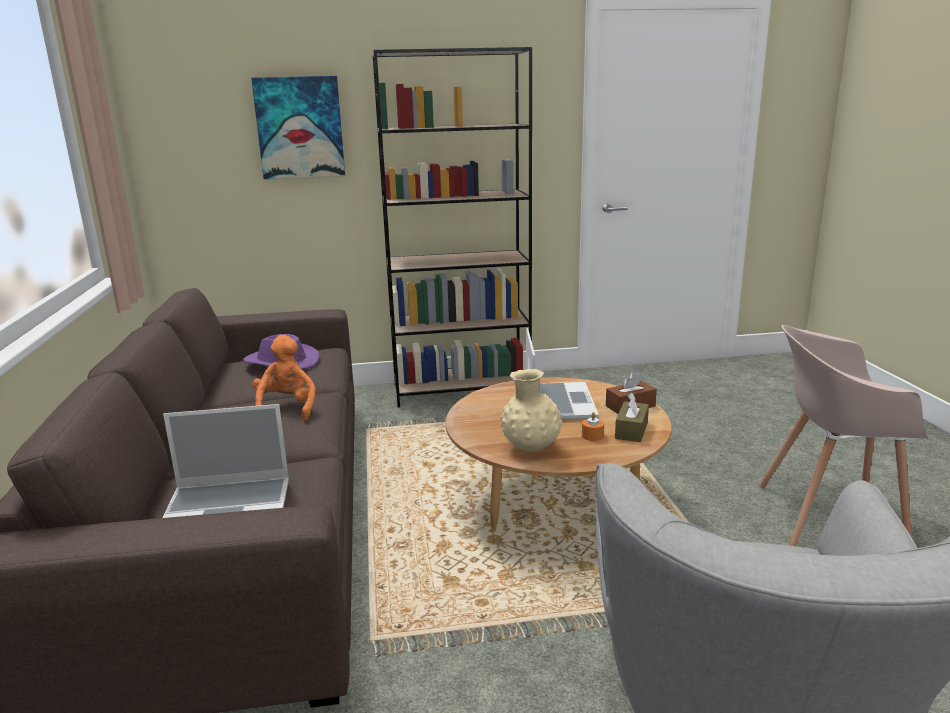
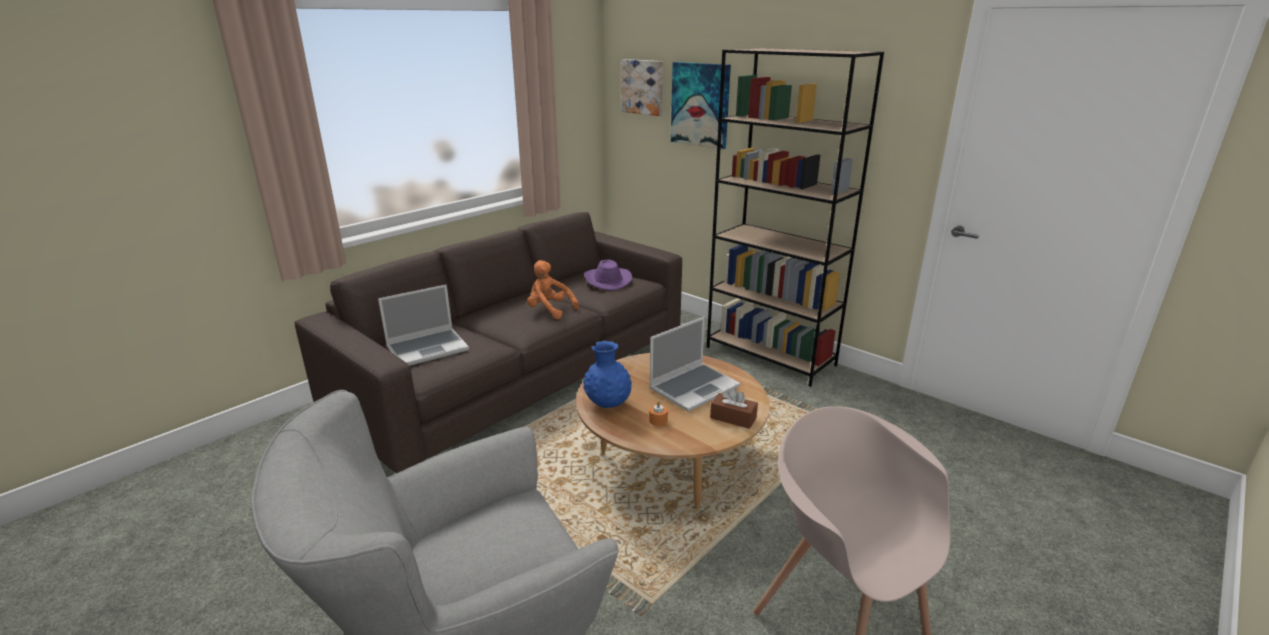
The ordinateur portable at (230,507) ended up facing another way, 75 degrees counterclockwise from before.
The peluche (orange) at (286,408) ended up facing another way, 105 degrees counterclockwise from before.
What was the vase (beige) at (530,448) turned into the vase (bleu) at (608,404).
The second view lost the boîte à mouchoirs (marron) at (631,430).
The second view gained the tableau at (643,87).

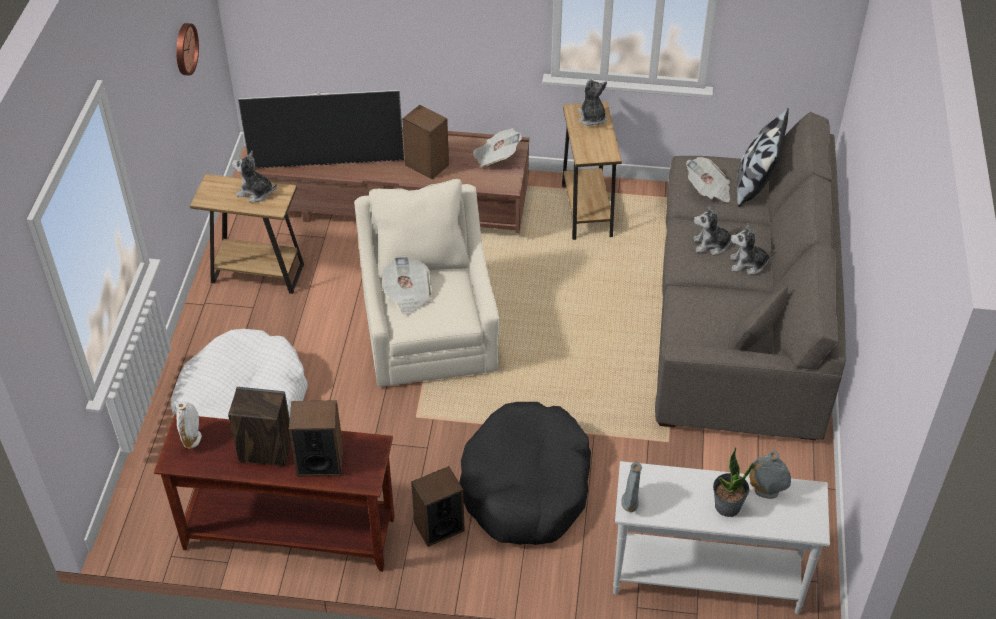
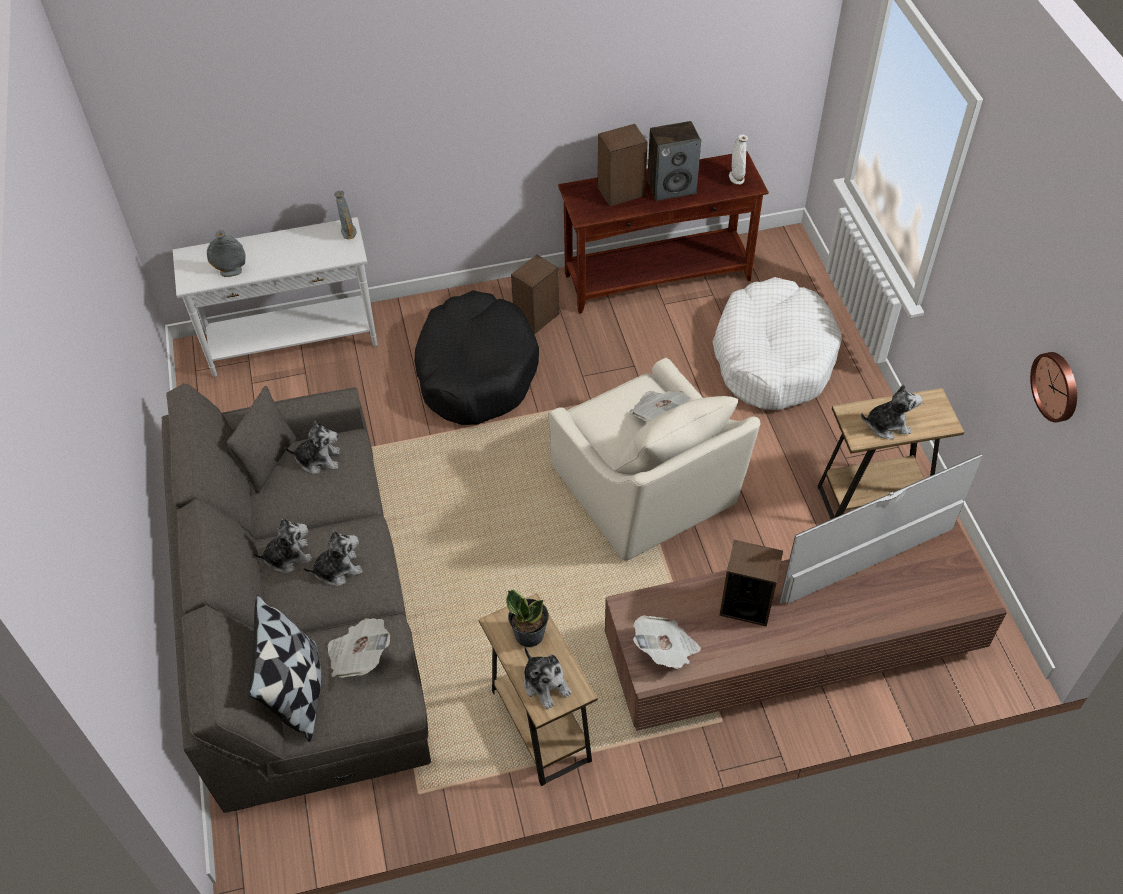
The plante en pot ended up elsewhere, having gone from (727,506) to (529,634).
The second view gained the peluche at (318,459).

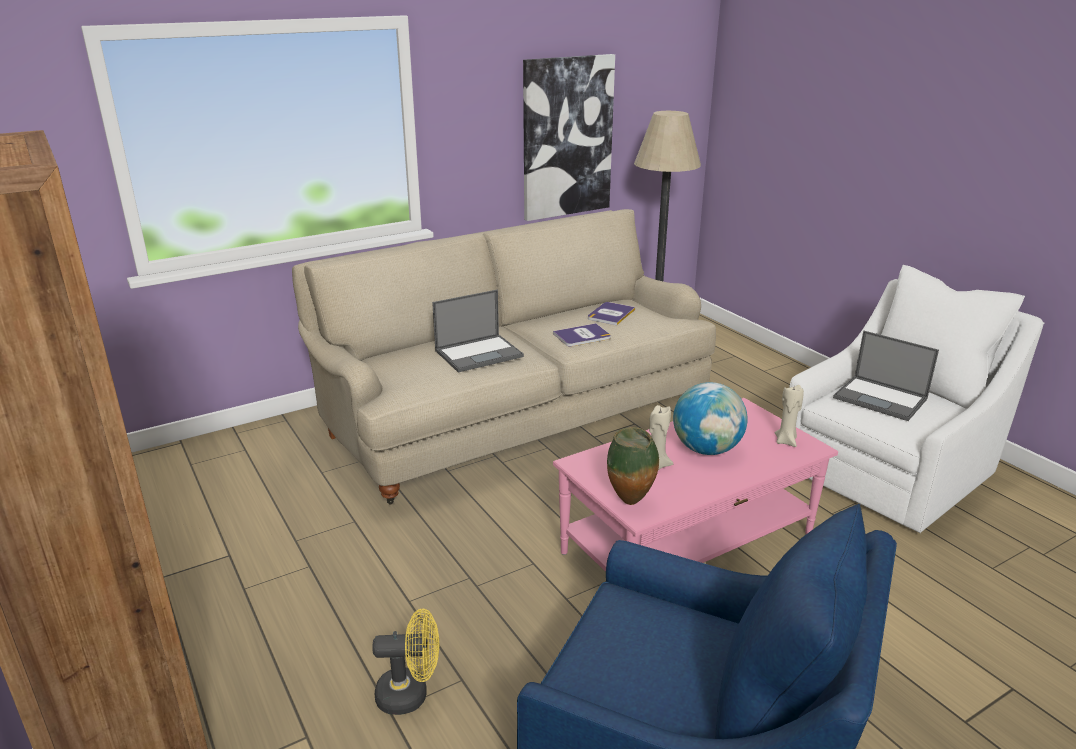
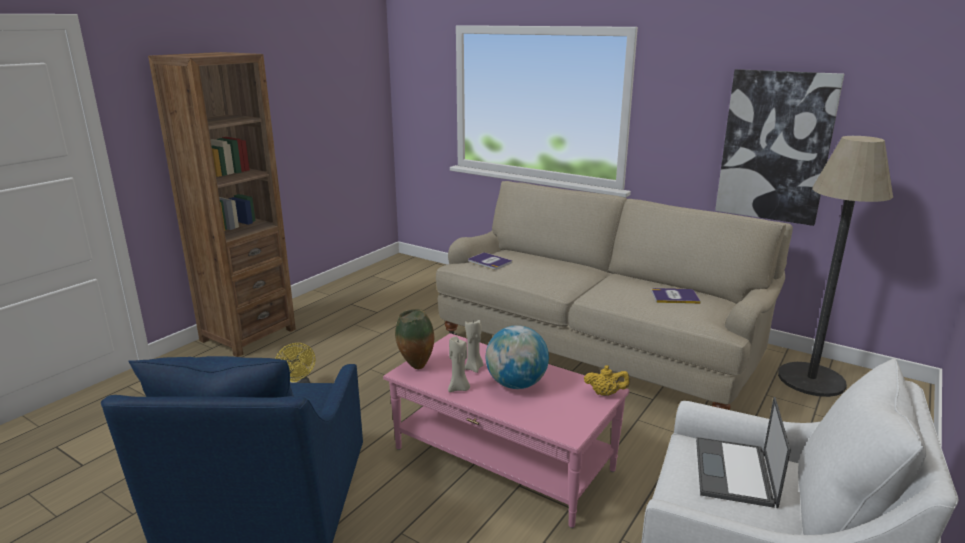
The second view lost the ordinateur portable at (479,353).
The livre ended up elsewhere, having gone from (582,336) to (489,262).
The bougie (beige) ended up elsewhere, having gone from (786,441) to (459,388).
The second view gained the théière (jaune) at (605,393).

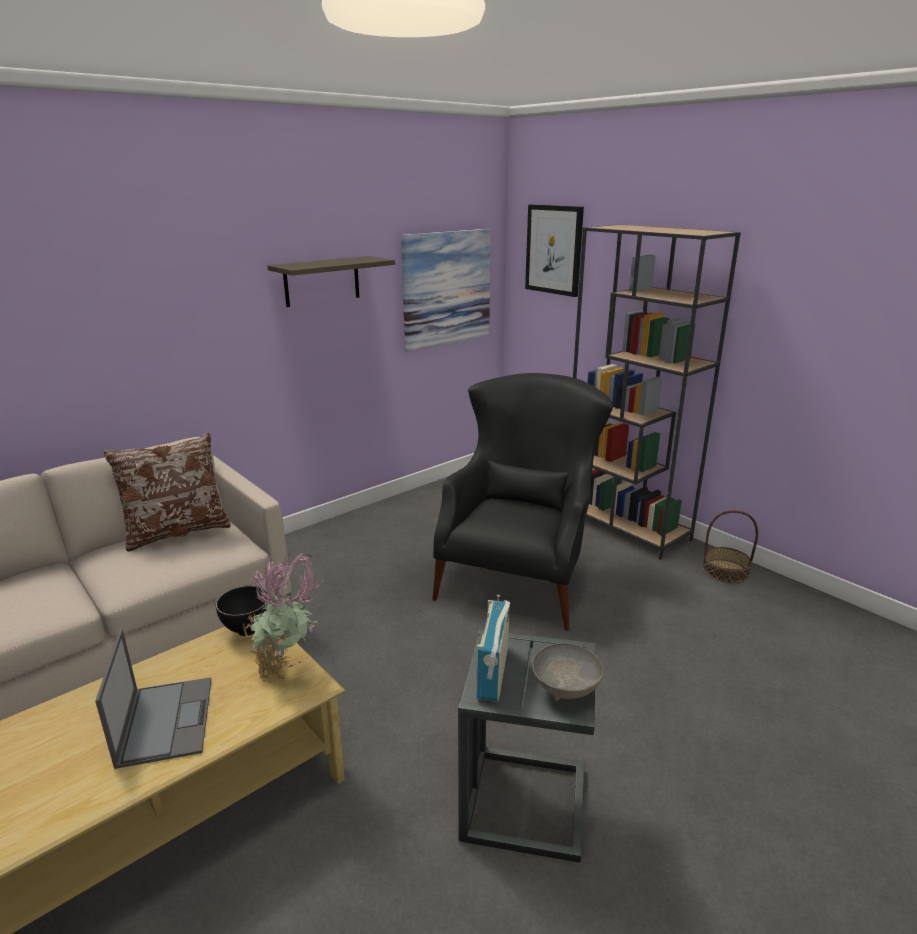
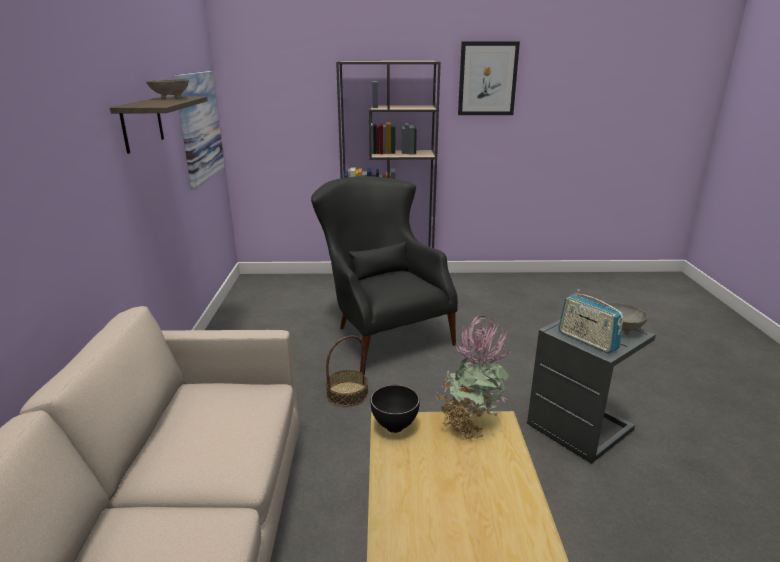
The second view lost the ordinateur portable at (166,720).
The second view lost the coussin (marron) at (178,533).
The tableau ended up elsewhere, having gone from (554,250) to (487,79).
The panier ended up elsewhere, having gone from (725,571) to (347,393).
The second view gained the bol (gris) at (171,98).

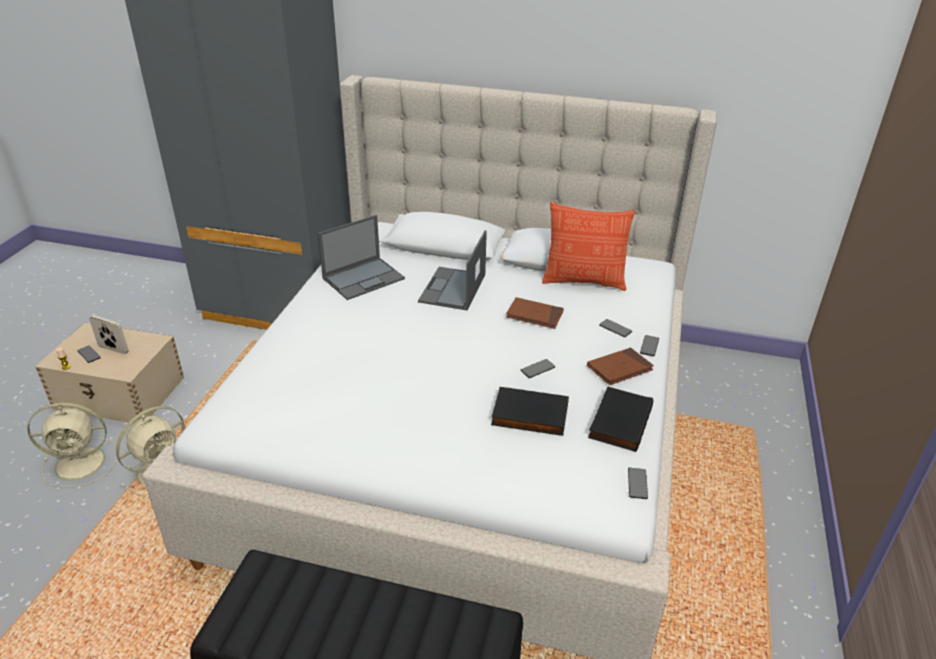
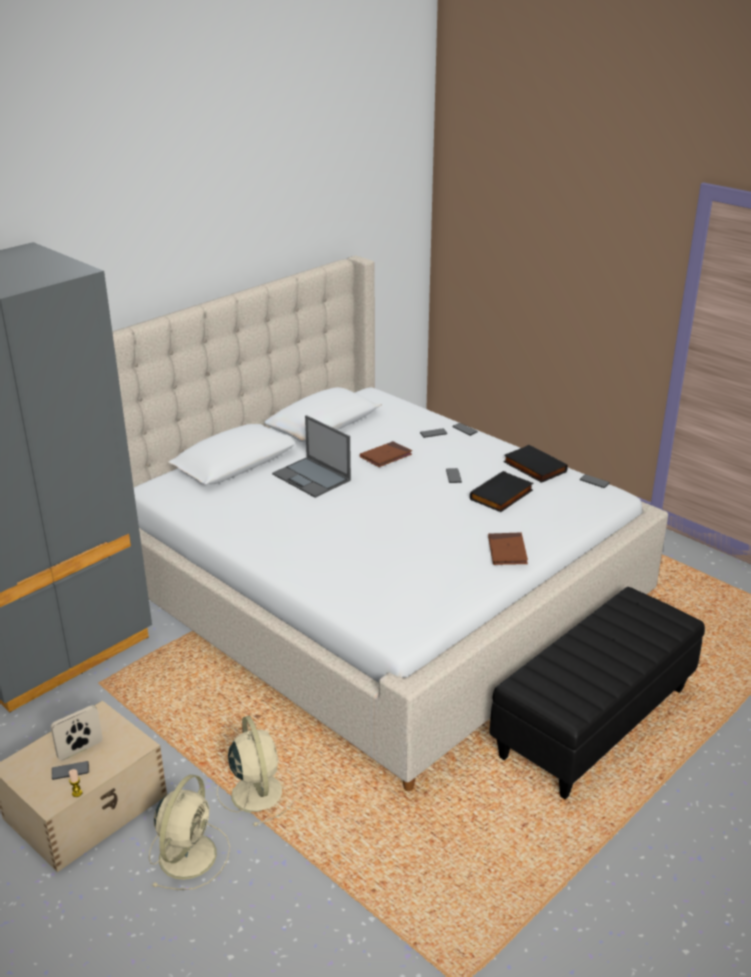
The second view lost the ordinateur portable at (364,278).
The second view lost the coussin (orange) at (584,281).
The livre (marron) ended up elsewhere, having gone from (619,369) to (507,551).

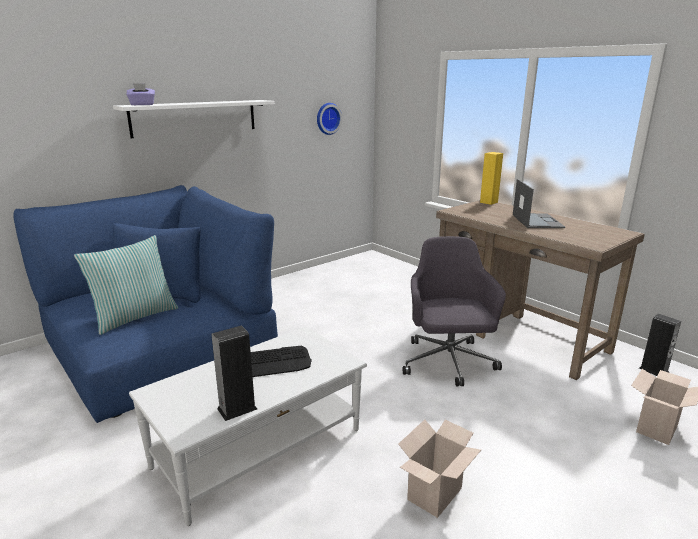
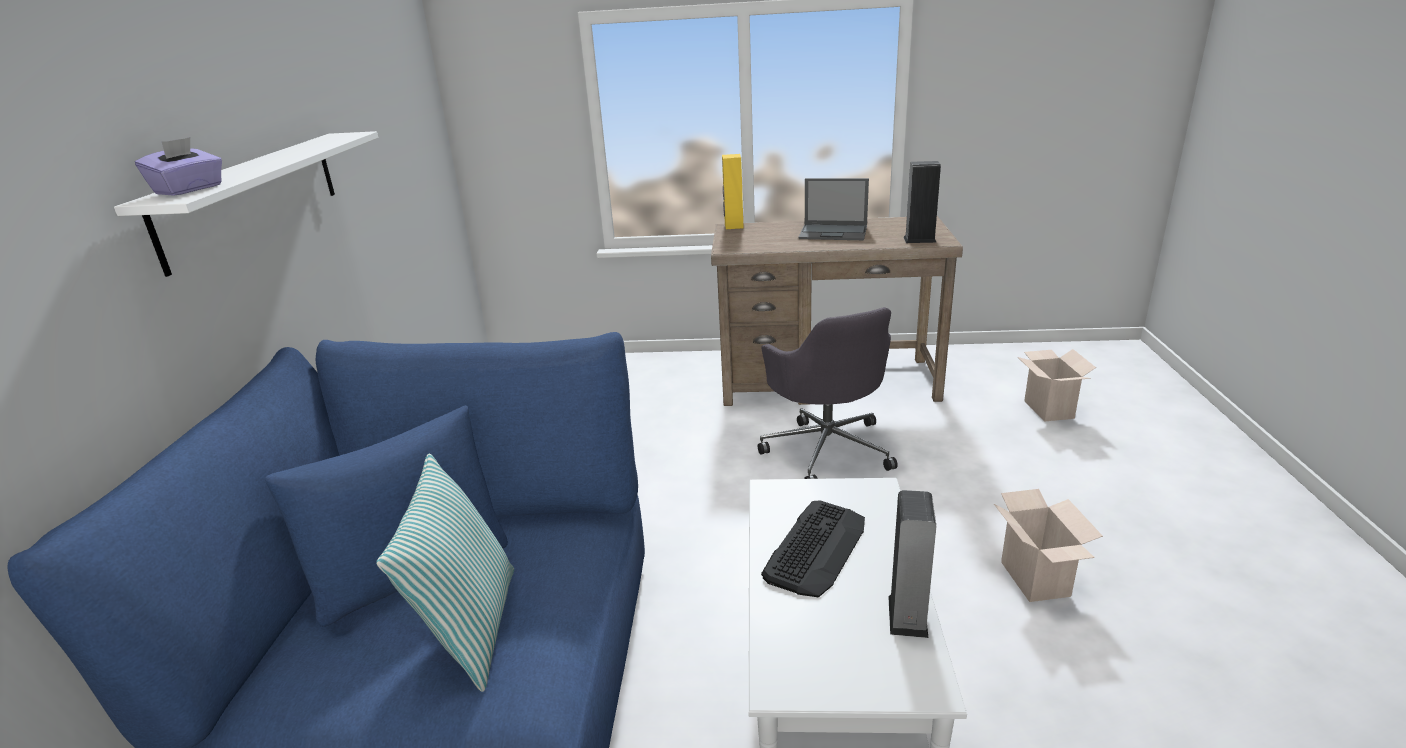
The second view lost the horloge murale at (327,118).
The chaise de bureau (gris) at (448,363) ended up facing another way, 150 degrees counterclockwise from before.
The ordinateur portable at (536,221) ended up facing another way, 150 degrees clockwise from before.
The enceinte ended up elsewhere, having gone from (653,370) to (919,239).

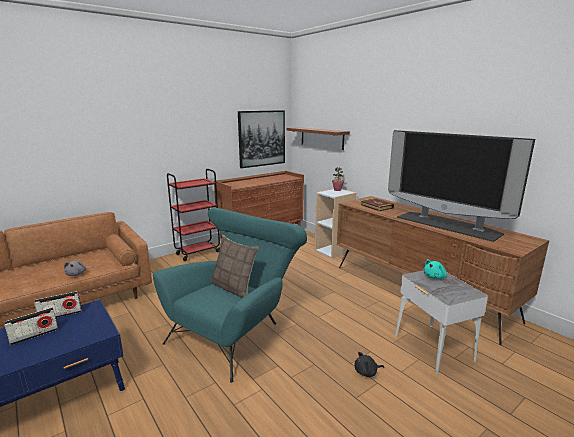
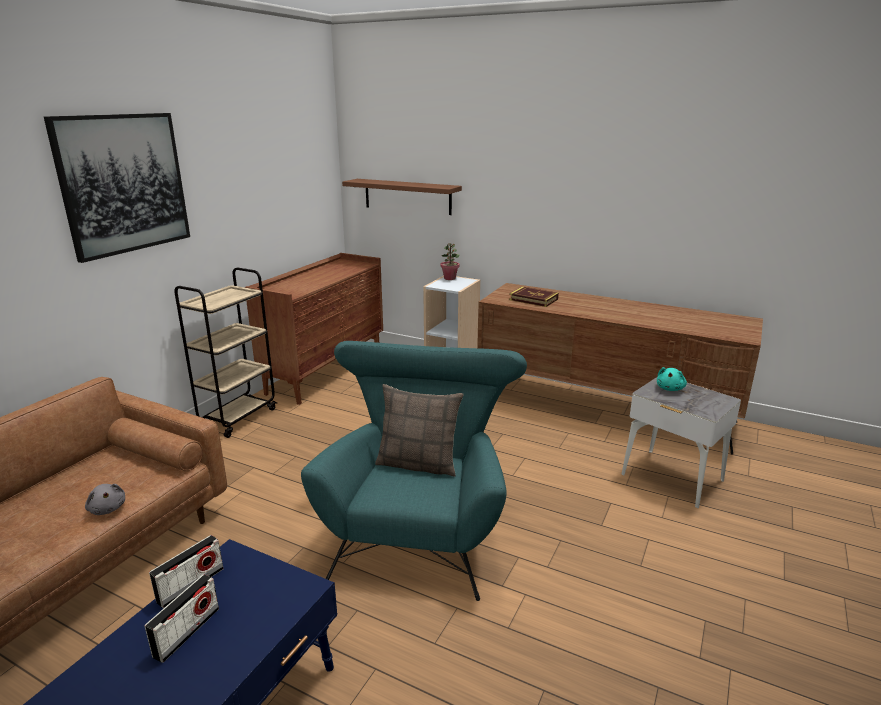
What was the chariot (rouge) at (198,253) turned into the chariot (beige) at (239,418).
The tableau ended up elsewhere, having gone from (262,138) to (124,184).
The second view lost the peluche (noir) at (367,372).
The second view lost the téléviseur at (447,225).

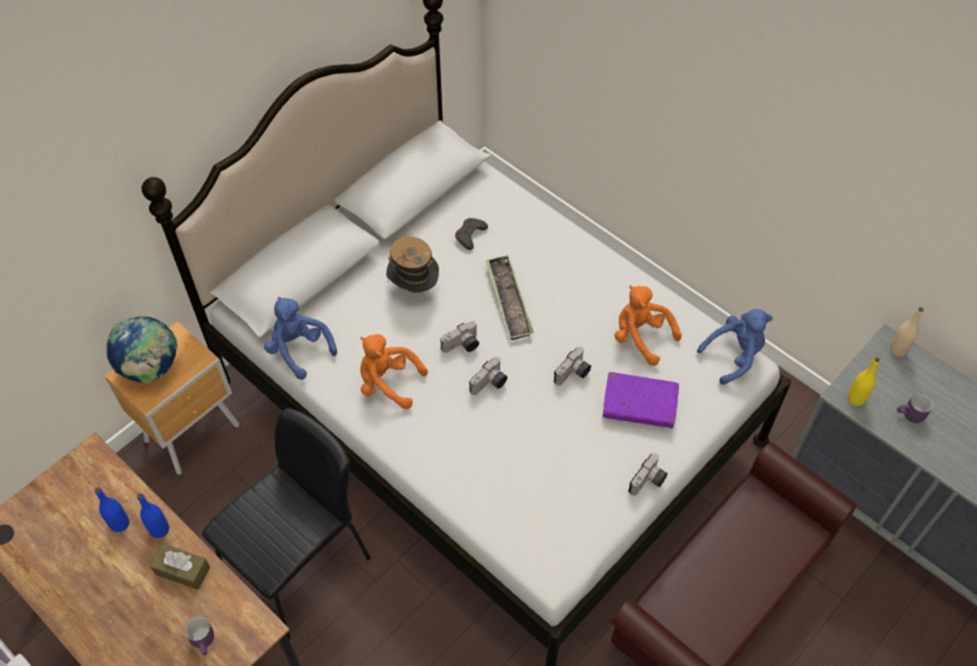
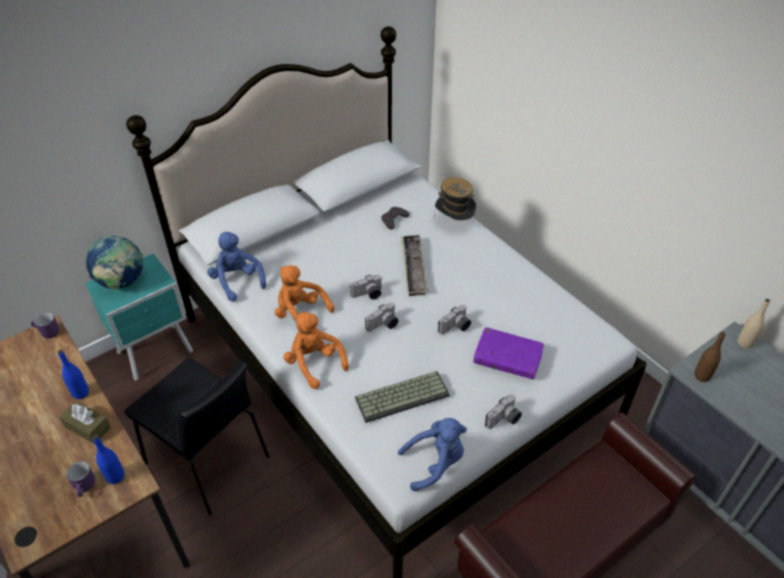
The bouteille (bleu) ended up elsewhere, having gone from (120,524) to (115,477).
What was the table de chevet (marron) at (195,433) turned into the table de chevet (turquoise) at (157,352).
The chaise (noir) at (301,563) ended up facing another way, 75 degrees clockwise from before.
The chapeau ended up elsewhere, having gone from (414,288) to (454,223).
The peluche (orange) ended up elsewhere, having gone from (640,337) to (314,363).
The peluche (bleu) ended up elsewhere, having gone from (734,355) to (435,463).
What was the bouteille (jaune) at (856,398) turned into the bouteille (marron) at (702,376).
The mug (violet) ended up elsewhere, having gone from (910,416) to (47,333).
The second view gained the clavier at (402,395).

